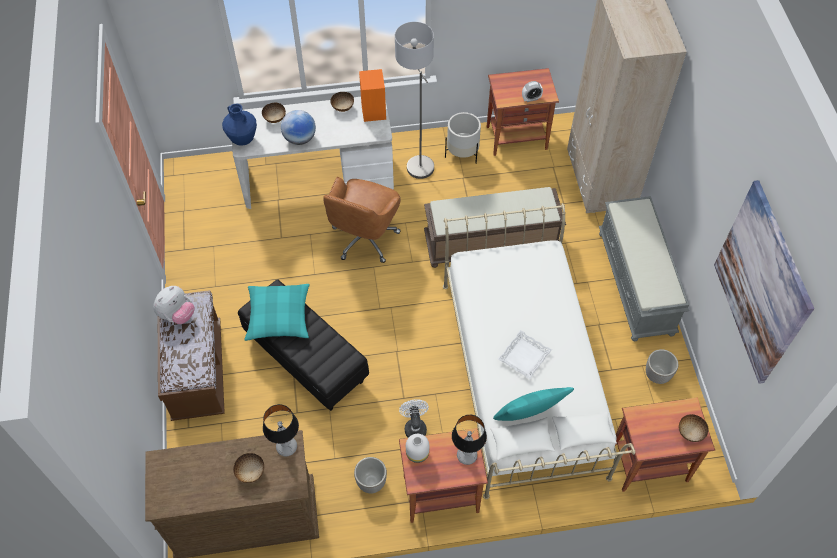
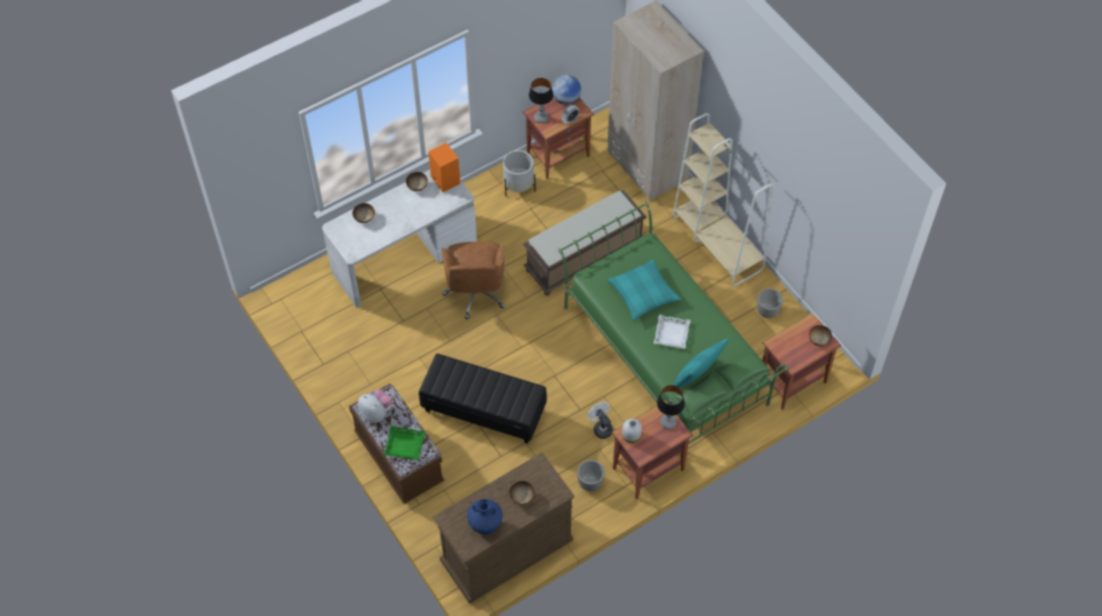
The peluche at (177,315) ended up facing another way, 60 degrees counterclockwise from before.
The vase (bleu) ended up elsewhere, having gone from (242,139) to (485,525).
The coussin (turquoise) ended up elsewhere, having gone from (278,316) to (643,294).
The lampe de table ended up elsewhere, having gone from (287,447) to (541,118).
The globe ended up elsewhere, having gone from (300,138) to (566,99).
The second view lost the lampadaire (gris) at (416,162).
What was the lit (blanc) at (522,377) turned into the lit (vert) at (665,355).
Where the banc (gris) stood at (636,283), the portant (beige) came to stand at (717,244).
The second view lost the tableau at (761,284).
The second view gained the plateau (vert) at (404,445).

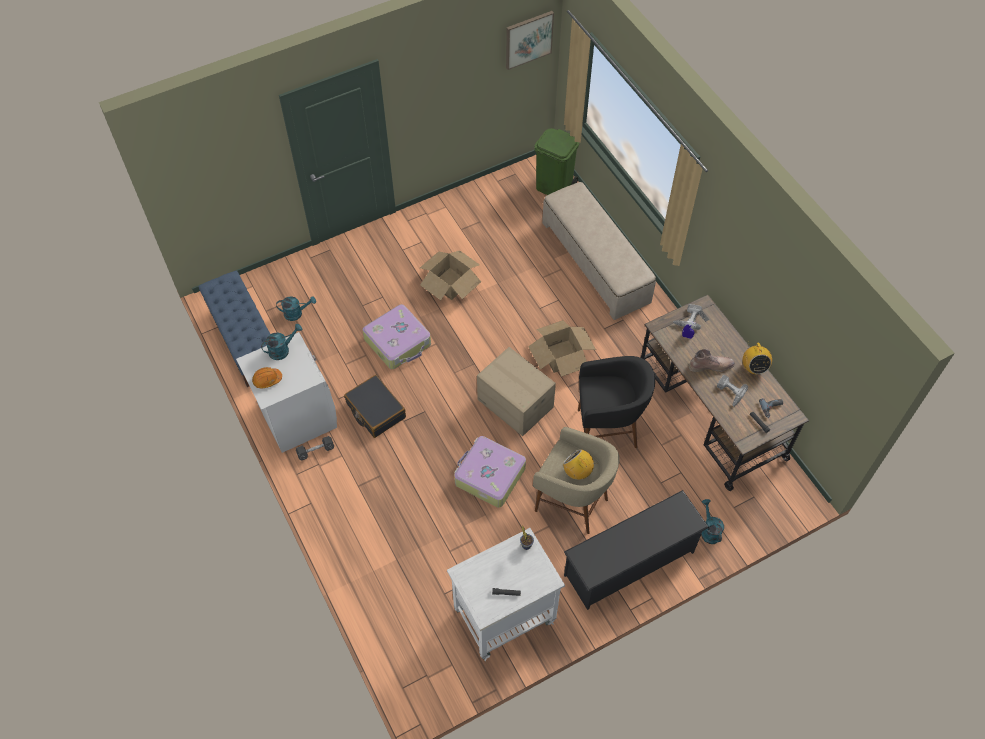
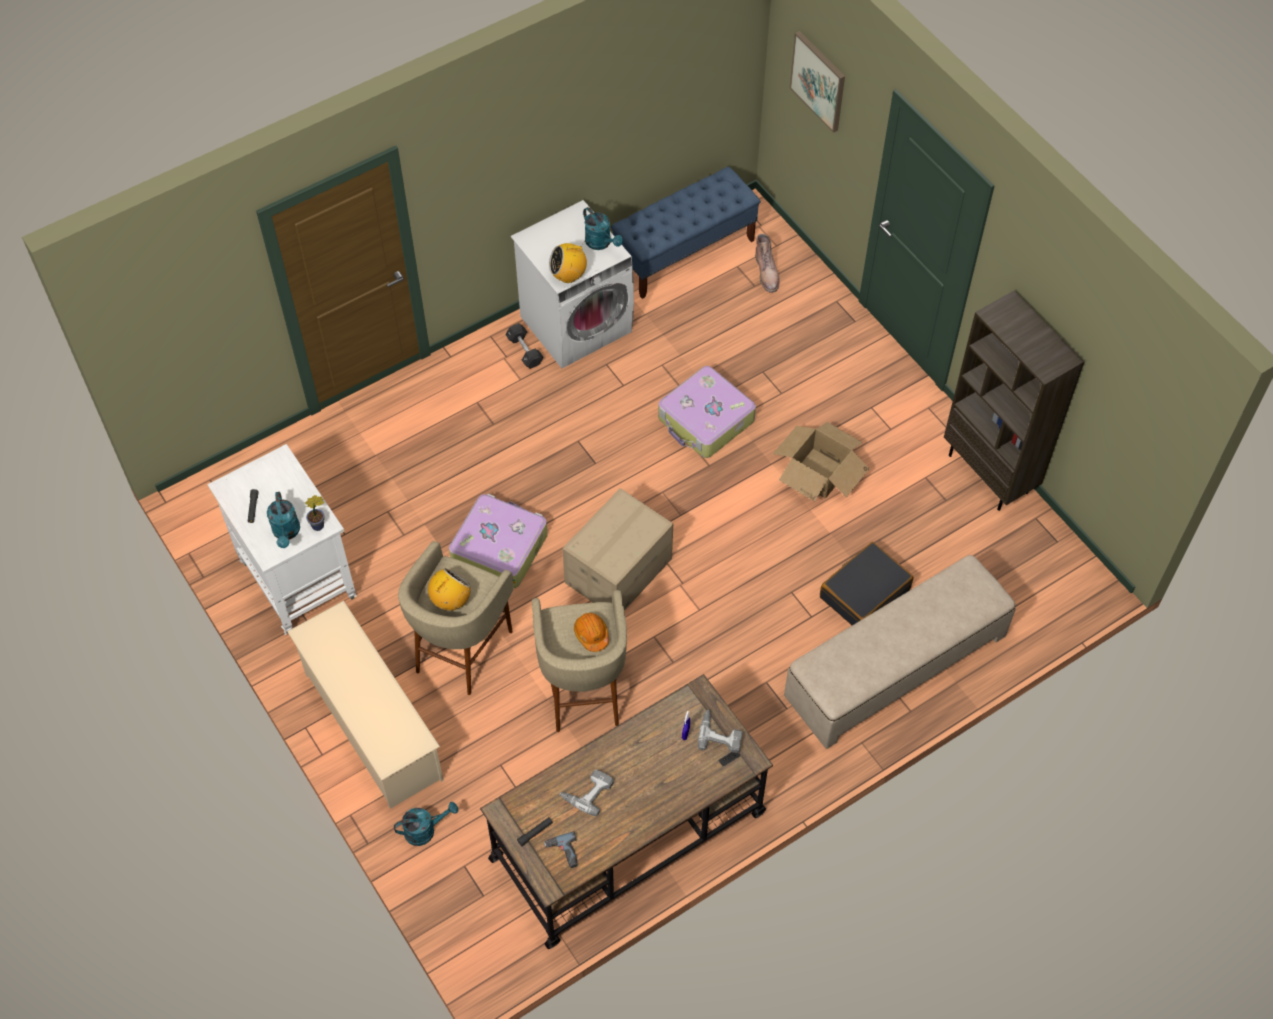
The casque de chantier (orange) ended up elsewhere, having gone from (267,380) to (591,634).
The arrosoir (turquoise) ended up elsewhere, having gone from (296,313) to (286,533).
The valise (noir) ended up elsewhere, having gone from (375,411) to (864,593).
The tableau ended up elsewhere, having gone from (528,39) to (818,81).
The second view lost the carton at (561,356).
The second view lost the poubelle (vert) at (554,187).
What was the étagère à chaussures (noir) at (630,563) turned into the étagère à chaussures (beige) at (372,725).
What was the tabouret (noir) at (607,430) turned into the tabouret (beige) at (583,691).
The botte (marron) ended up elsewhere, having gone from (711,365) to (767,273).
The radio ended up elsewhere, having gone from (753,368) to (568,276).
The second view gained the bibliothèque (marron) at (989,474).

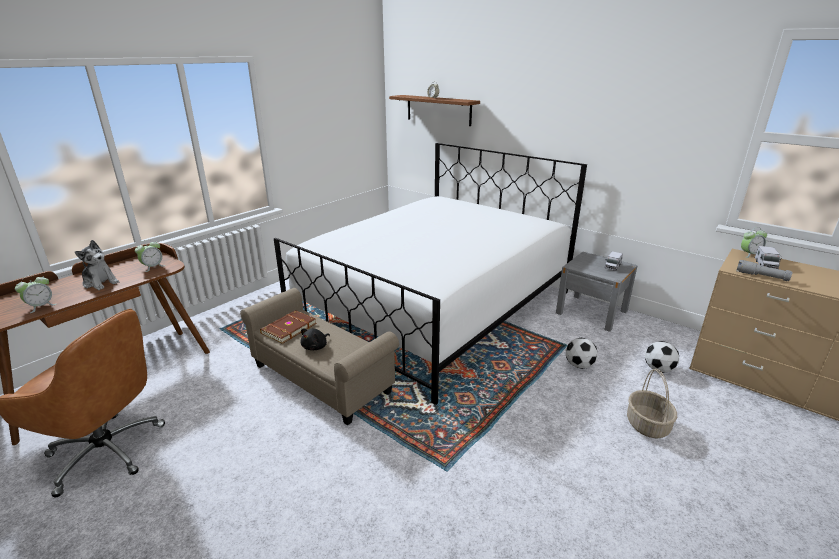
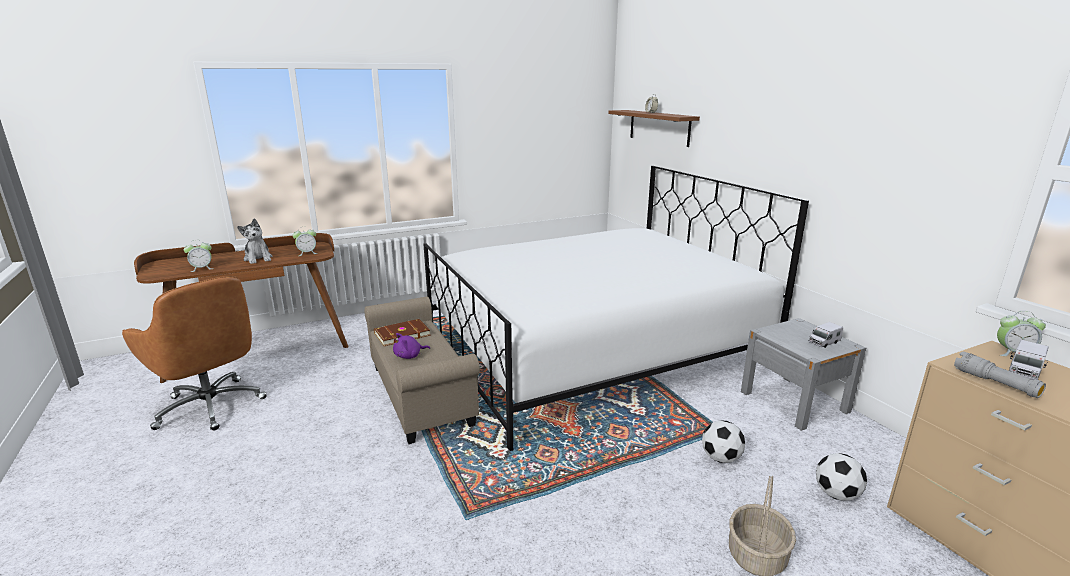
What was the peluche (noir) at (315,347) turned into the peluche (violet) at (409,356).

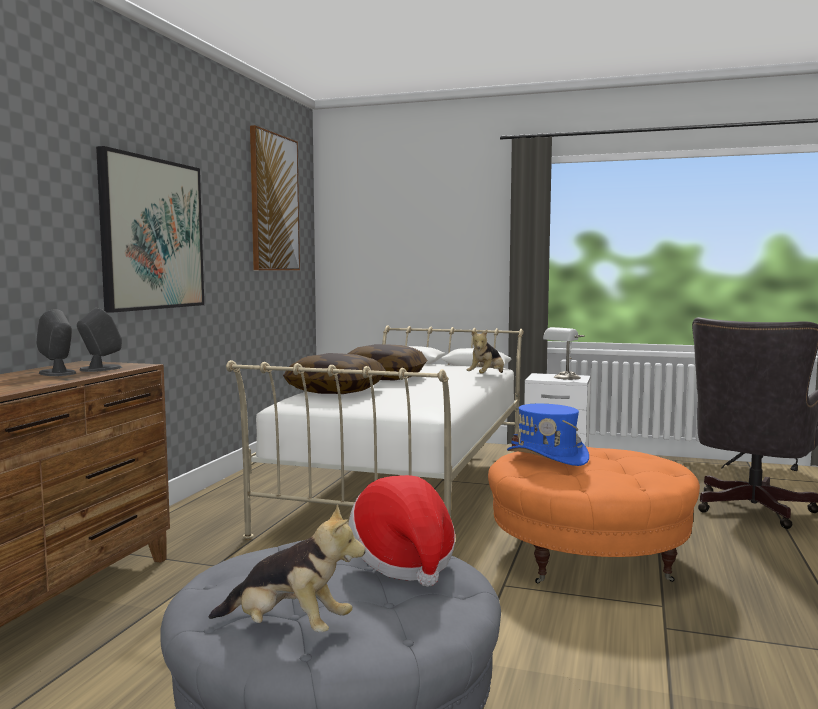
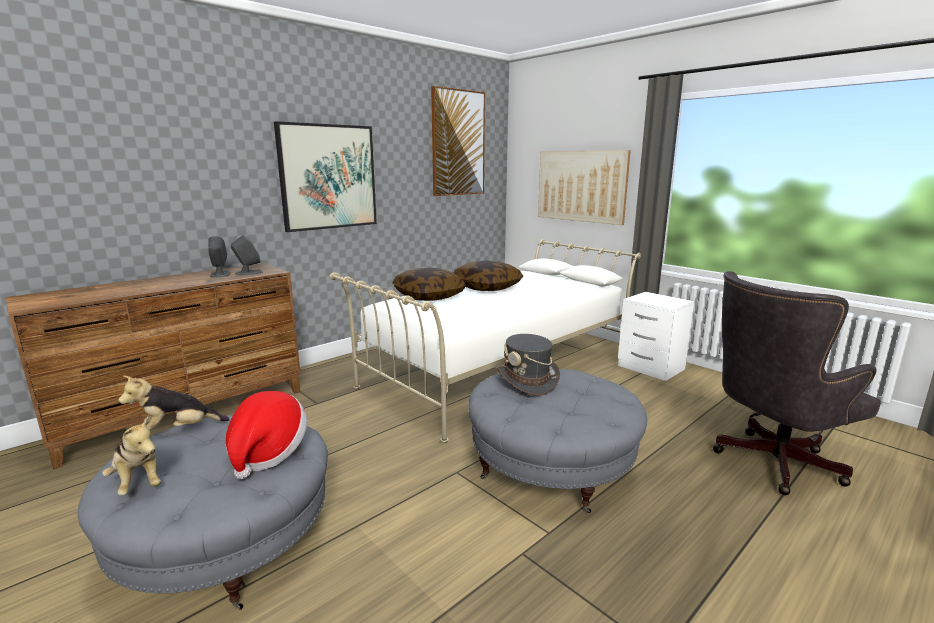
The peluche ended up elsewhere, having gone from (487,376) to (178,430).
What was the pouf (orange) at (588,556) turned into the pouf (gris) at (551,467).
What was the chapeau (bleu) at (547,457) turned into the chapeau (gris) at (527,380).
The second view lost the lampe de table (blanc) at (564,378).
The second view gained the tableau at (581,186).

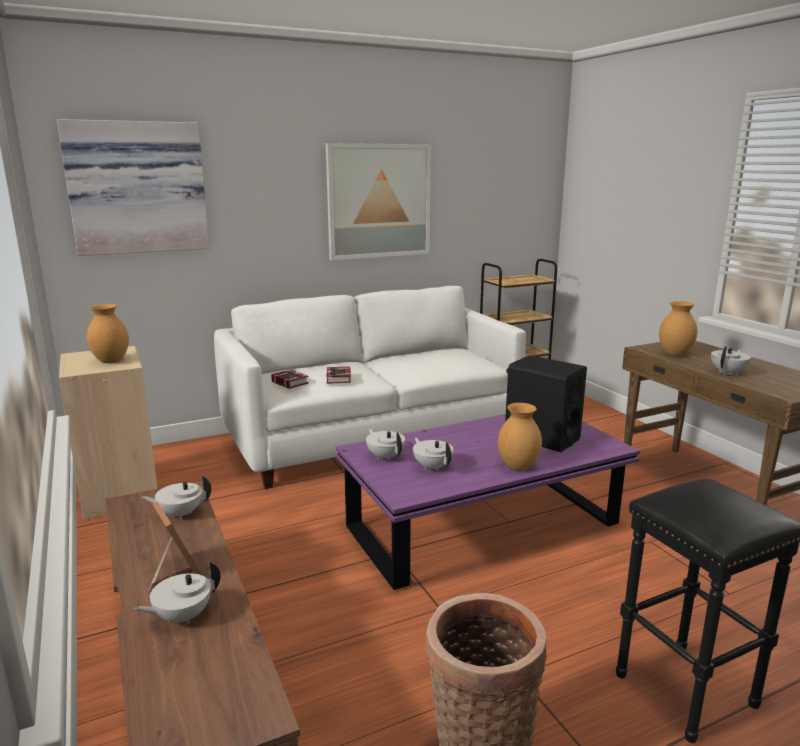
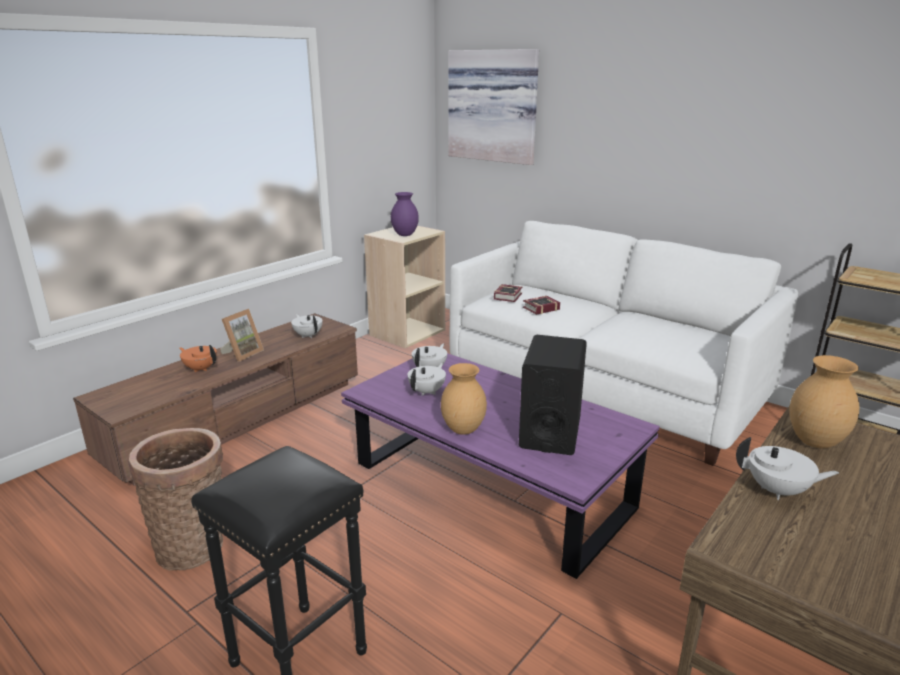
What was the vase (marron) at (111,361) turned into the vase (violet) at (405,235).
What was the théière (blanc) at (182,616) turned into the théière (orange) at (200,368).
The second view lost the tableau at (379,201).

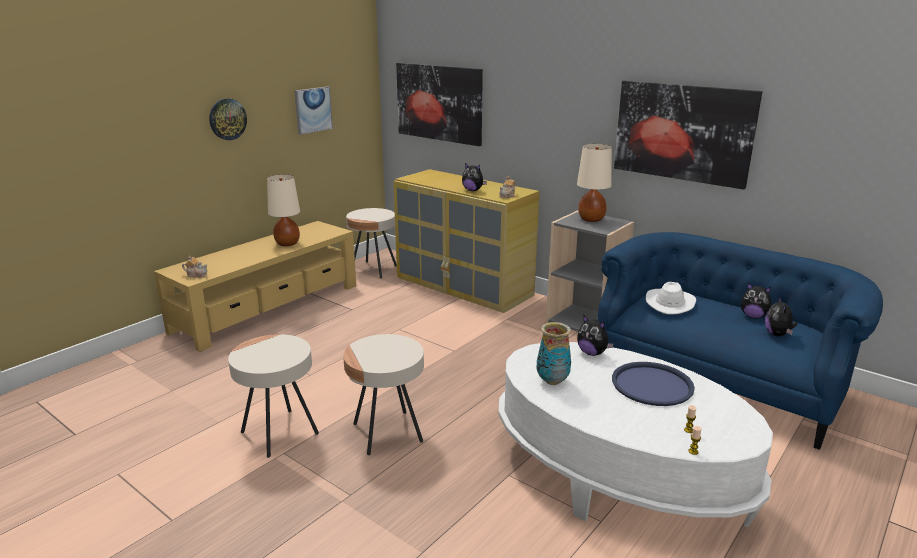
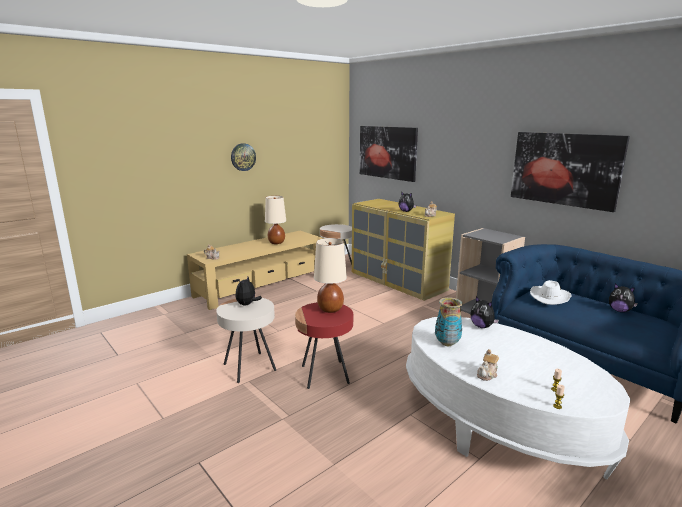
The second view lost the tableau at (313,110).
What was the table d'appoint (beige) at (387,433) turned into the table d'appoint (rouge) at (325,374).
The lampe de table (beige) ended up elsewhere, having gone from (591,219) to (331,309).
The second view lost the plateau (bleu) at (652,385).
The peluche ended up elsewhere, having gone from (778,335) to (247,304).
The second view gained the théière at (487,374).

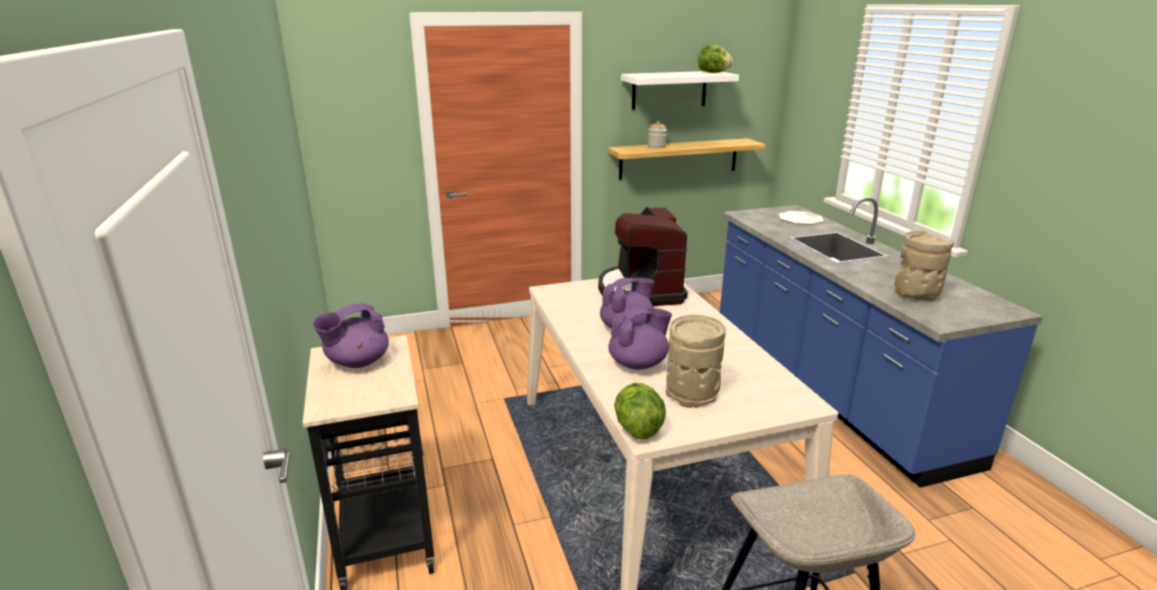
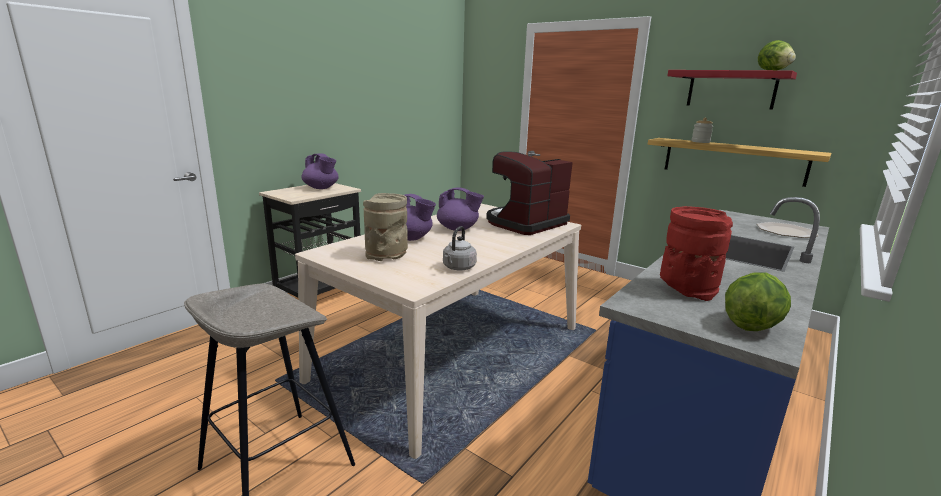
The théière (violet) at (357,362) ended up facing another way, 150 degrees counterclockwise from before.
The laitue ended up elsewhere, having gone from (637,428) to (750,325).
What was the étagère (blanc) at (669,90) turned into the étagère (rouge) at (731,89).
What was the vase (beige) at (915,296) turned into the vase (rouge) at (686,289).
The second view gained the bouilloire (gris) at (458,268).

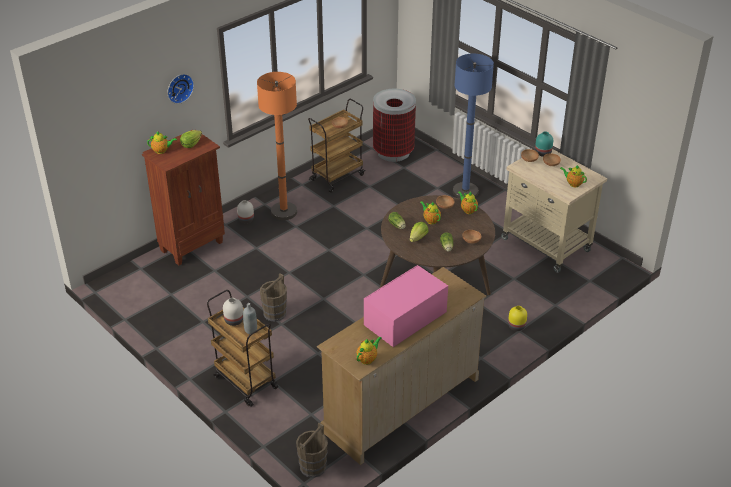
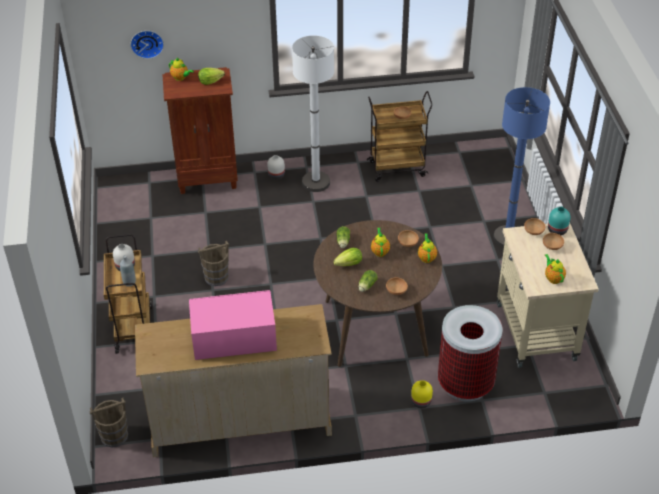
The horloge murale ended up elsewhere, having gone from (179,87) to (147,43).
What was the lampadaire (orange) at (284,212) turned into the lampadaire (blanc) at (316,182).
The second view lost the théière at (368,359).
The poubelle ended up elsewhere, having gone from (393,152) to (465,383).

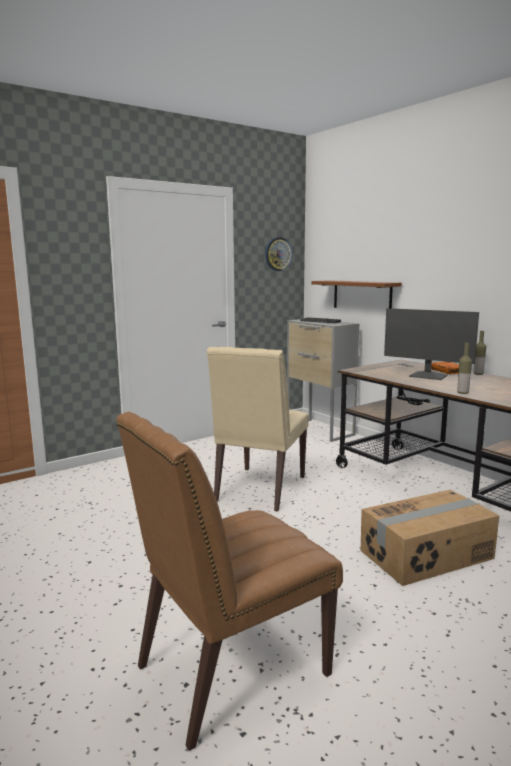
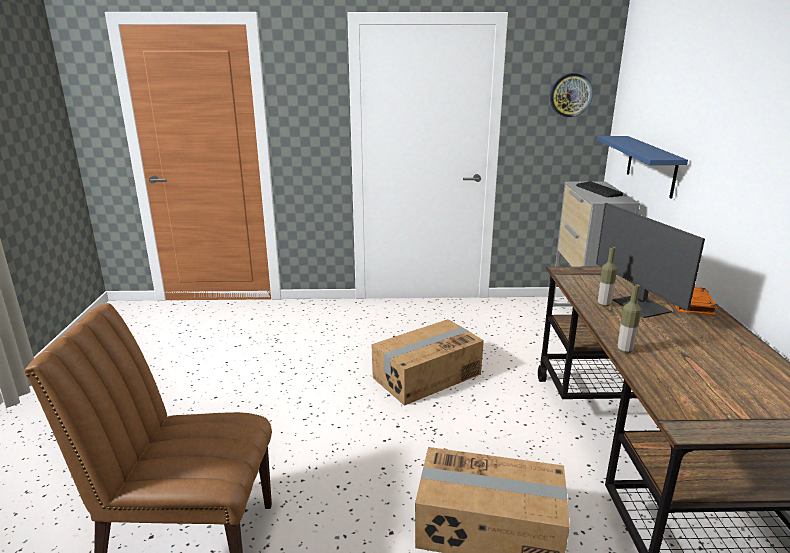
Where the chaise (beige) stood at (260,488), the carton came to stand at (426,376).
What was the étagère (marron) at (362,295) turned into the étagère (bleu) at (651,166).
The bouteille ended up elsewhere, having gone from (478,374) to (603,304).

